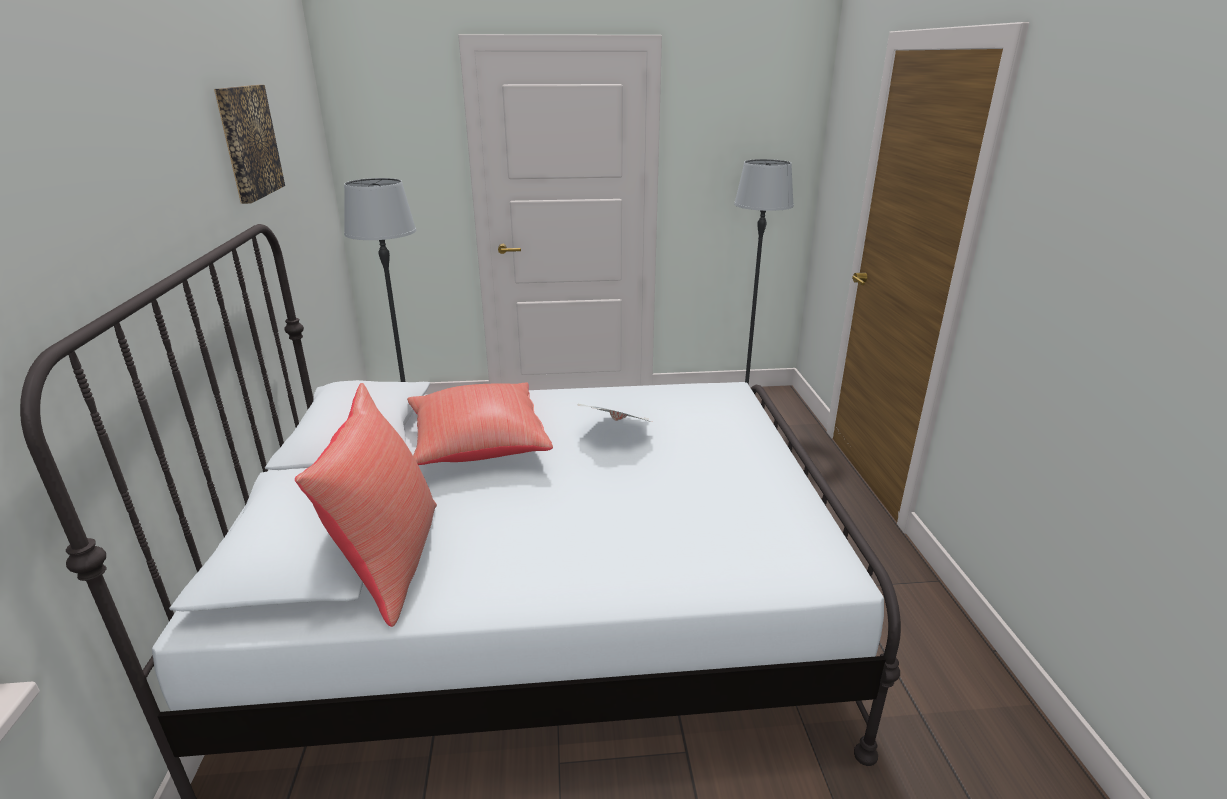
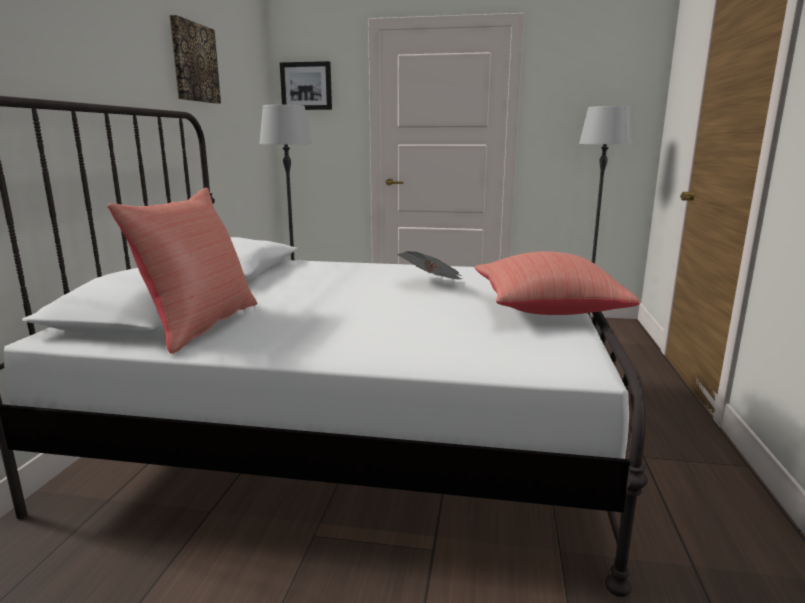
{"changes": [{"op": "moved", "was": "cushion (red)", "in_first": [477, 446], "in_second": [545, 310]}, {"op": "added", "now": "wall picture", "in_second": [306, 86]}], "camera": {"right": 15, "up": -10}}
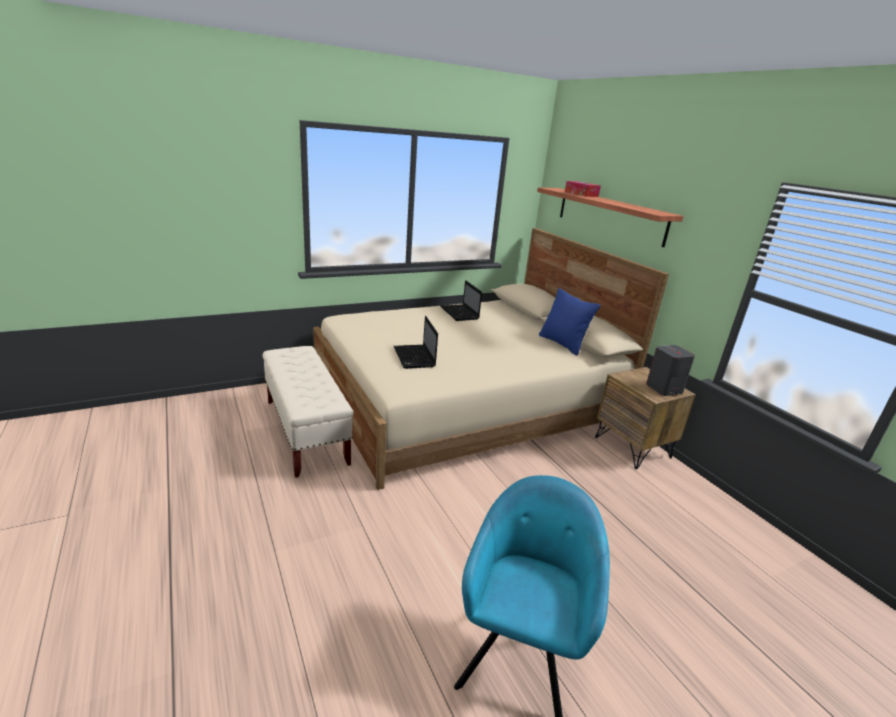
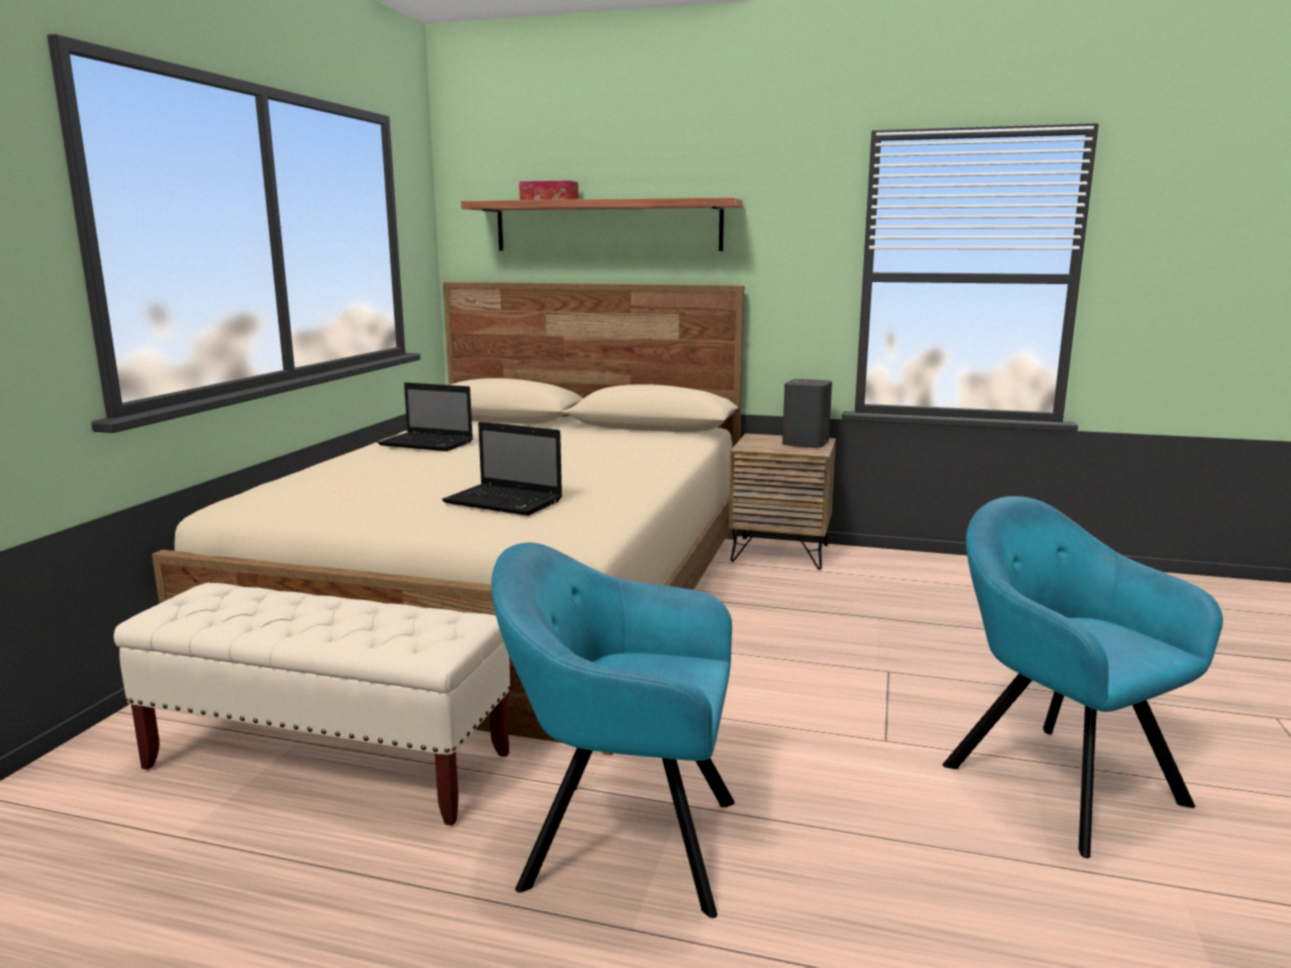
{"changes": [{"op": "removed", "was": "cushion (blue)", "in_first": [562, 344]}, {"op": "added", "now": "armchair (turquoise)", "in_second": [621, 841]}], "camera": {"right": -45, "up": -10}}
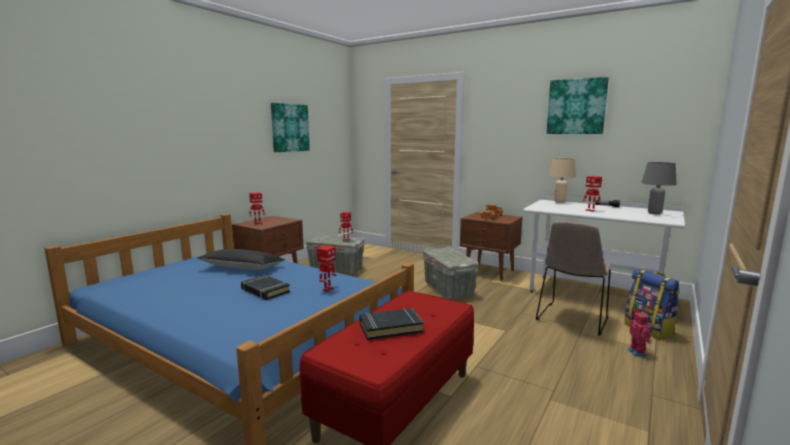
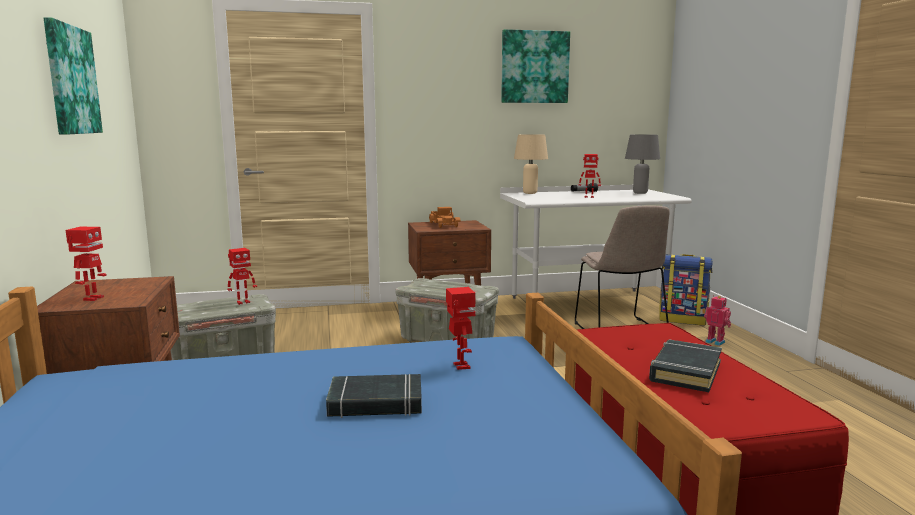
{"changes": [{"op": "removed", "was": "cushion (black-coloured)", "in_first": [242, 268]}], "camera": {"right": -45, "up": 0}}
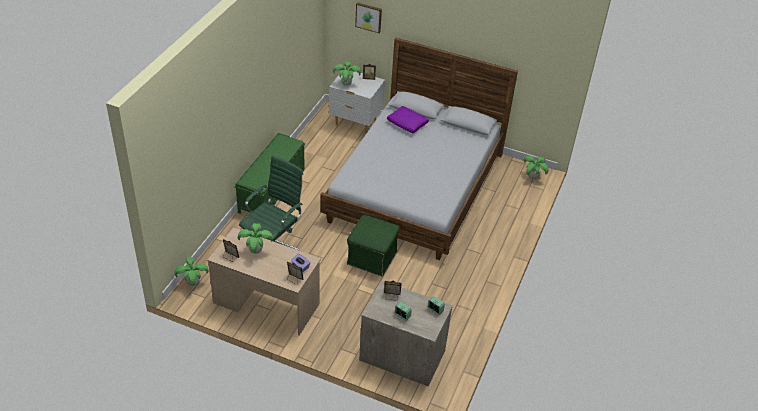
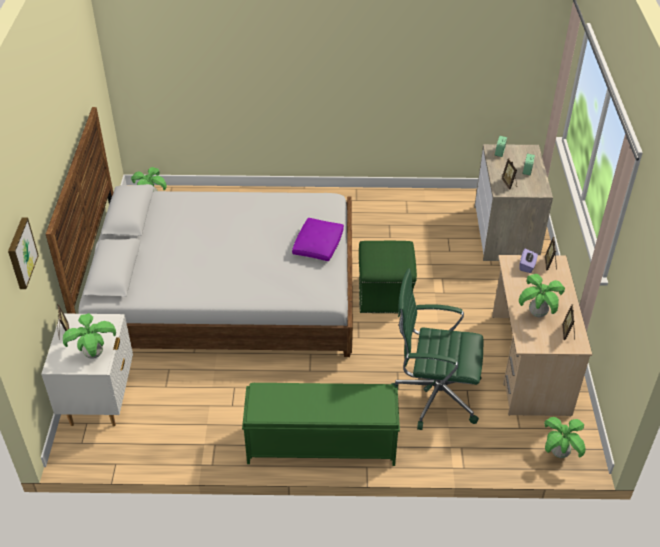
{"changes": [{"op": "moved", "was": "cushion (purplish)", "in_first": [407, 124], "in_second": [318, 245]}], "camera": {"right": -110, "up": 0}}
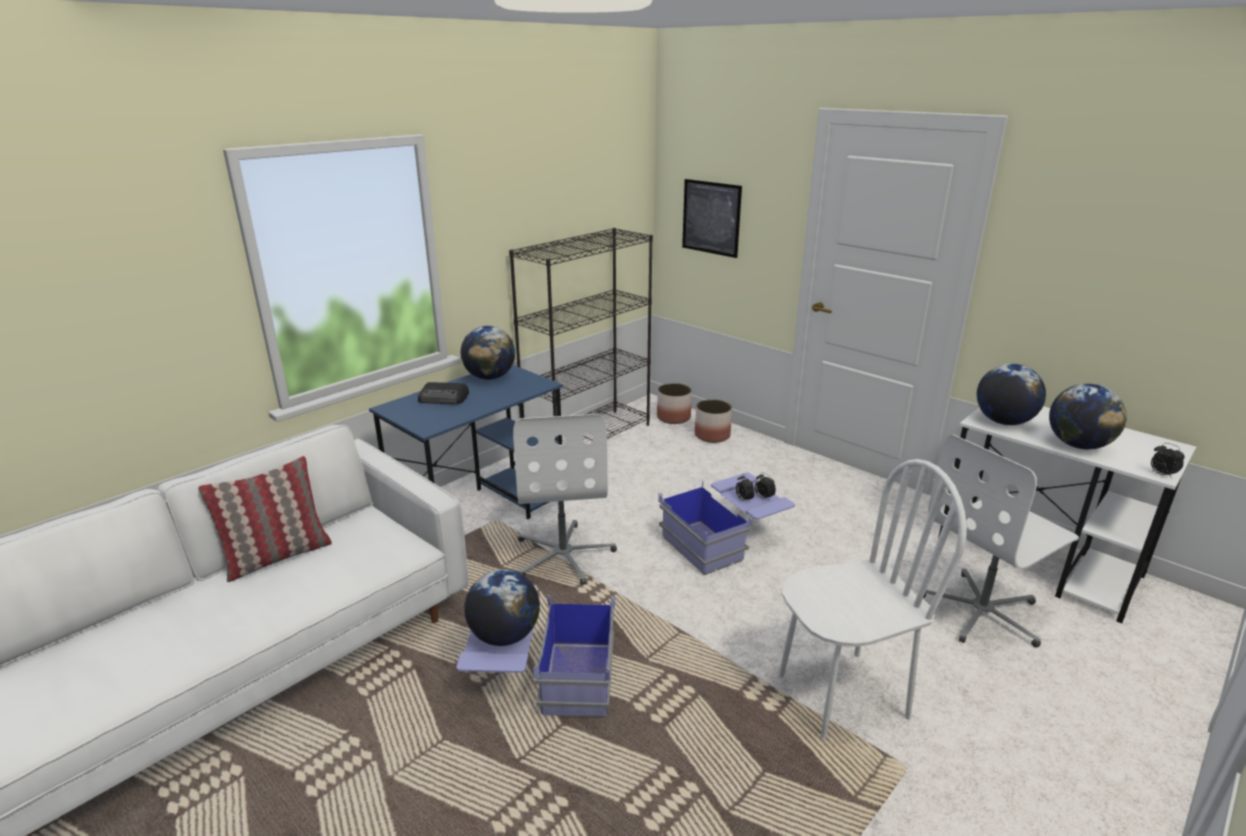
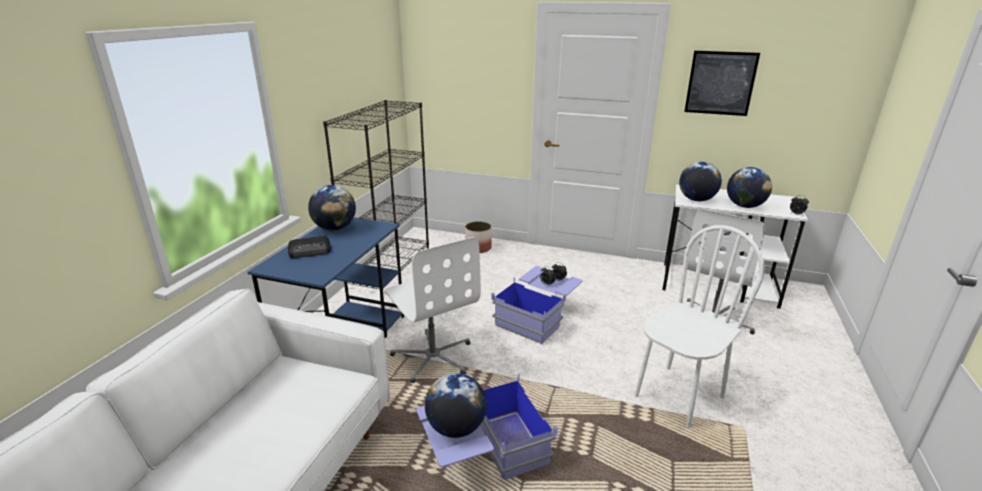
{"changes": [{"op": "moved", "was": "wall picture", "in_first": [711, 218], "in_second": [720, 83]}, {"op": "removed", "was": "planter", "in_first": [674, 417]}, {"op": "removed", "was": "cushion", "in_first": [277, 556]}], "camera": {"right": -25, "up": 0}}
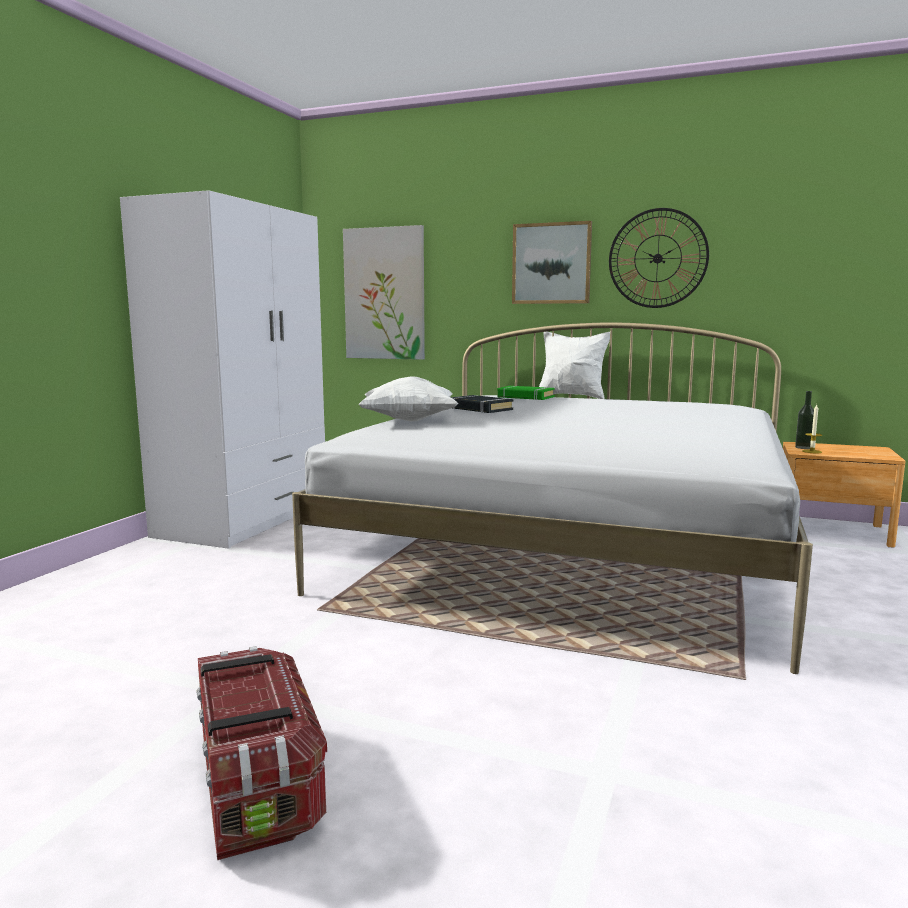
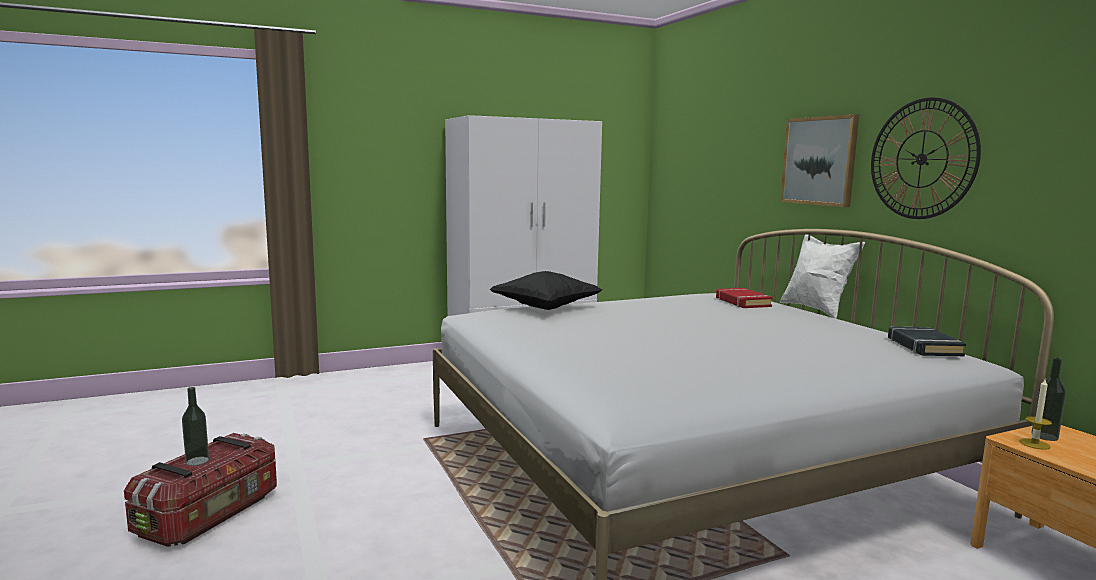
{"changes": [{"op": "removed", "was": "wall picture", "in_first": [384, 294]}, {"op": "recoloured", "was": "cushion (white-coloured)", "now": "cushion (black-coloured)", "in_first": [408, 420], "in_second": [545, 308]}, {"op": "recoloured", "was": "bound book (green)", "now": "bound book (red)", "in_first": [525, 397], "in_second": [742, 302]}, {"op": "moved", "was": "bound book (black-coloured)", "in_first": [479, 409], "in_second": [923, 347]}, {"op": "added", "now": "bottle", "in_second": [197, 461]}], "camera": {"right": 45, "up": 0}}
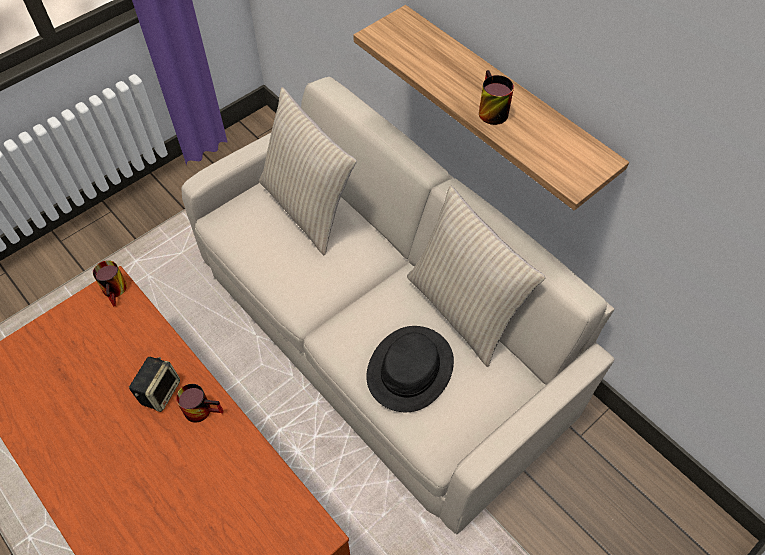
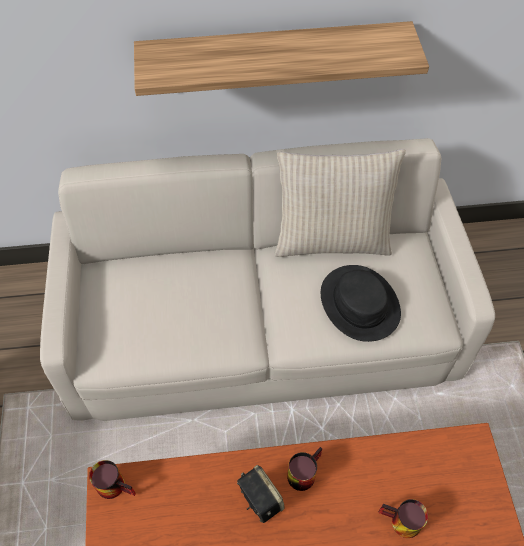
{"changes": [{"op": "moved", "was": "tea mug", "in_first": [488, 110], "in_second": [400, 523]}, {"op": "removed", "was": "cushion (sand-coloured)", "in_first": [308, 208]}], "camera": {"right": -55, "up": 0}}
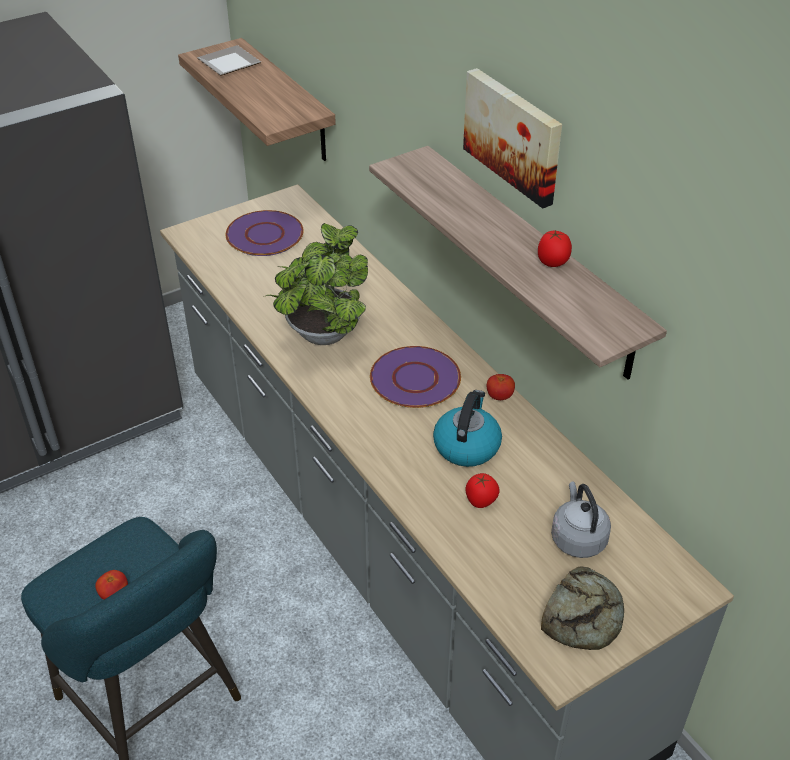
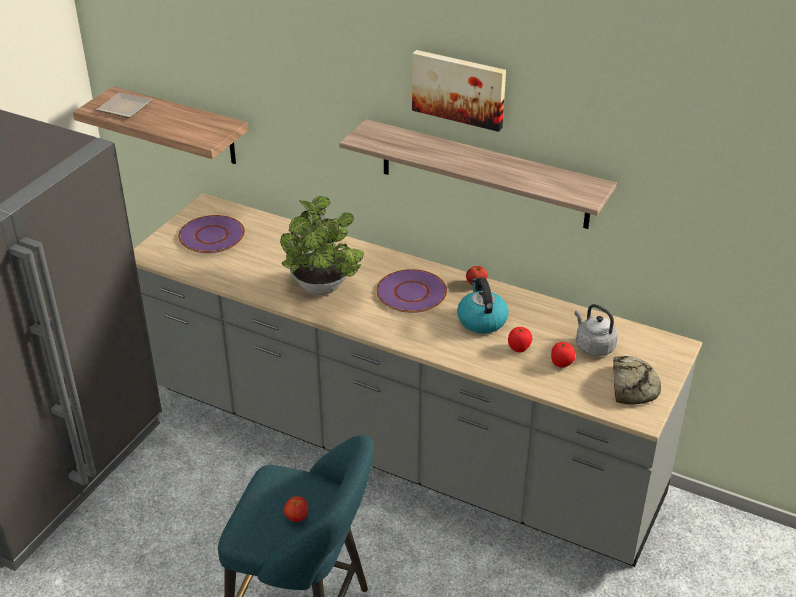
{"changes": [{"op": "moved", "was": "whole tomato", "in_first": [553, 263], "in_second": [561, 364]}], "camera": {"right": -30, "up": -5}}
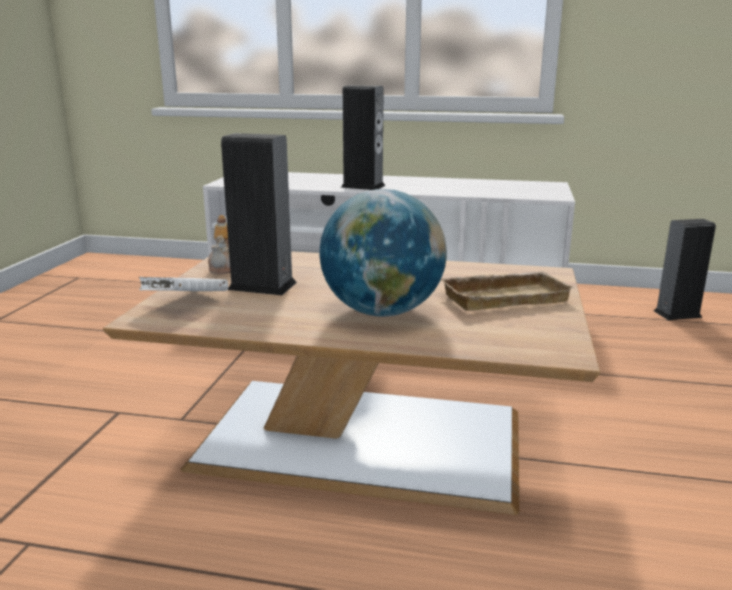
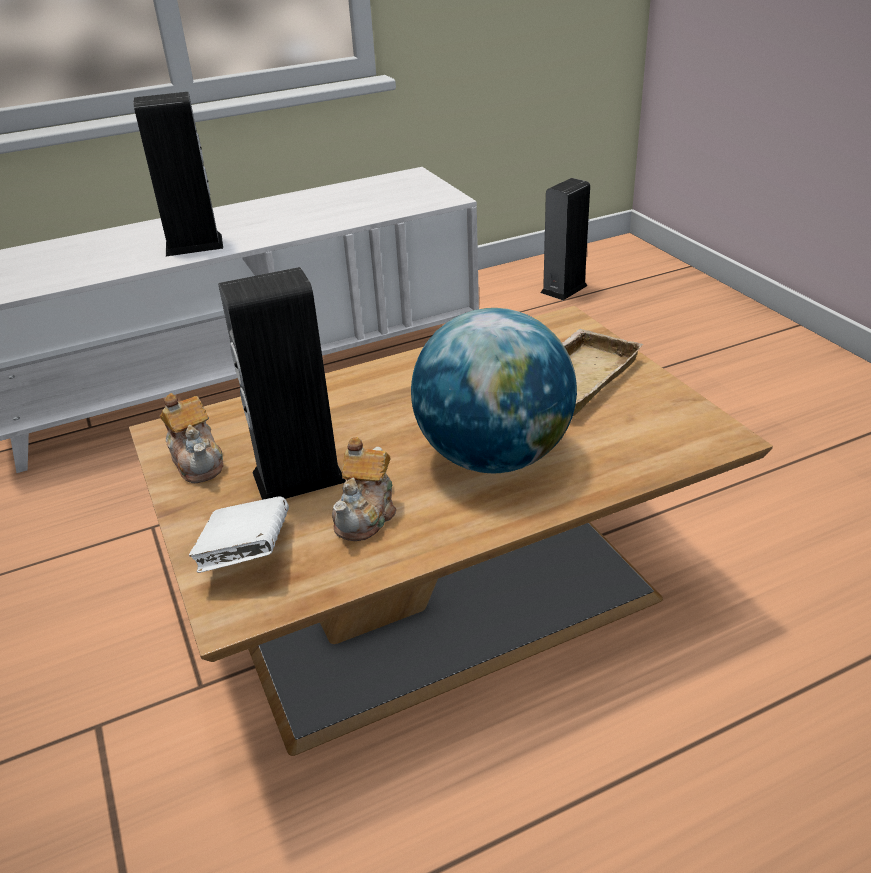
{"changes": [{"op": "added", "now": "tea pot", "in_second": [367, 515]}], "camera": {"right": -35, "up": 15}}
